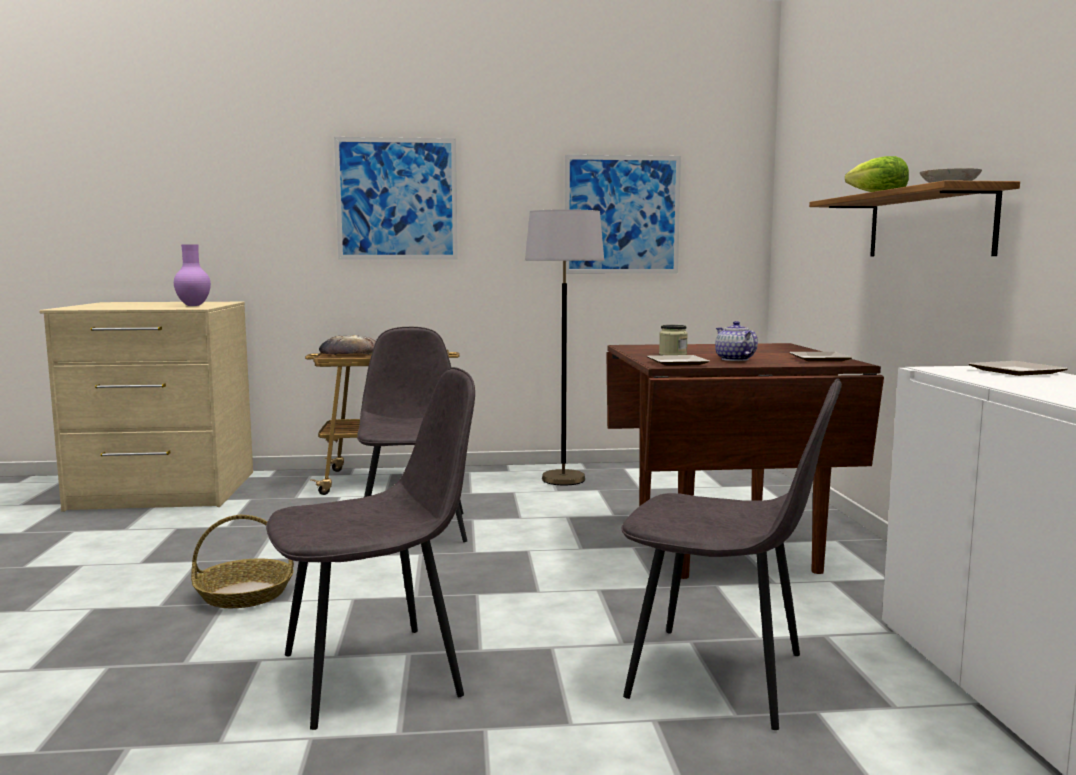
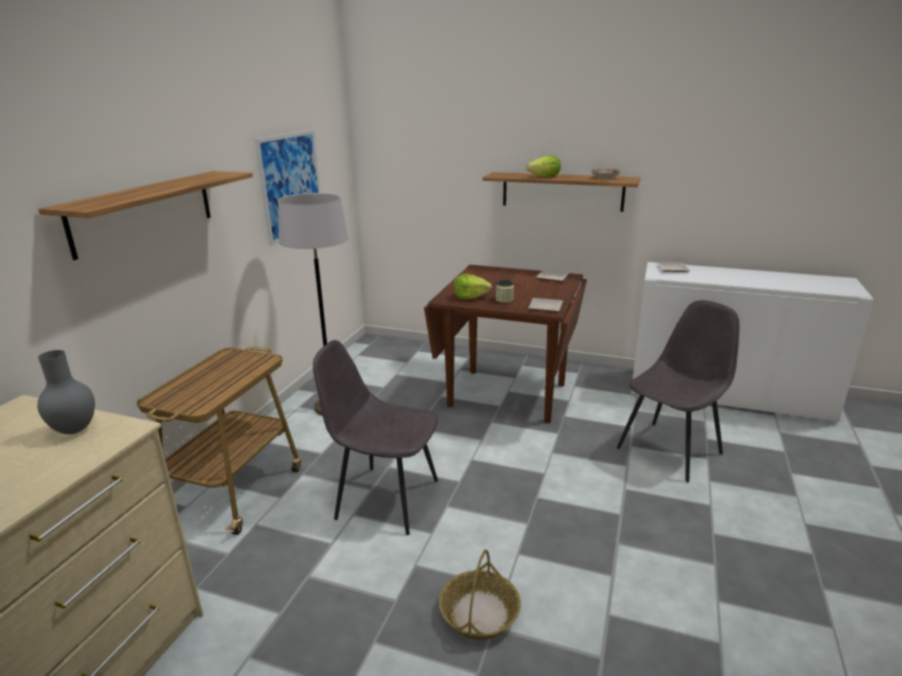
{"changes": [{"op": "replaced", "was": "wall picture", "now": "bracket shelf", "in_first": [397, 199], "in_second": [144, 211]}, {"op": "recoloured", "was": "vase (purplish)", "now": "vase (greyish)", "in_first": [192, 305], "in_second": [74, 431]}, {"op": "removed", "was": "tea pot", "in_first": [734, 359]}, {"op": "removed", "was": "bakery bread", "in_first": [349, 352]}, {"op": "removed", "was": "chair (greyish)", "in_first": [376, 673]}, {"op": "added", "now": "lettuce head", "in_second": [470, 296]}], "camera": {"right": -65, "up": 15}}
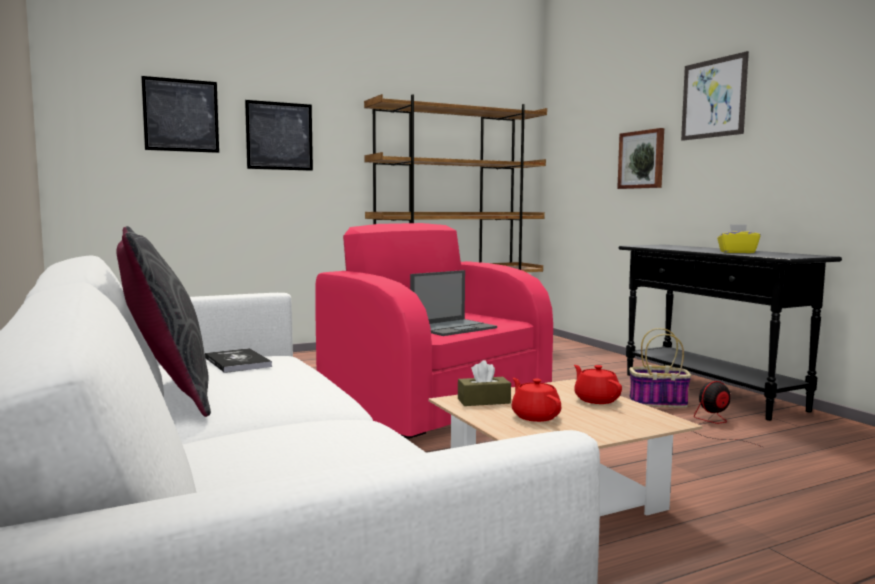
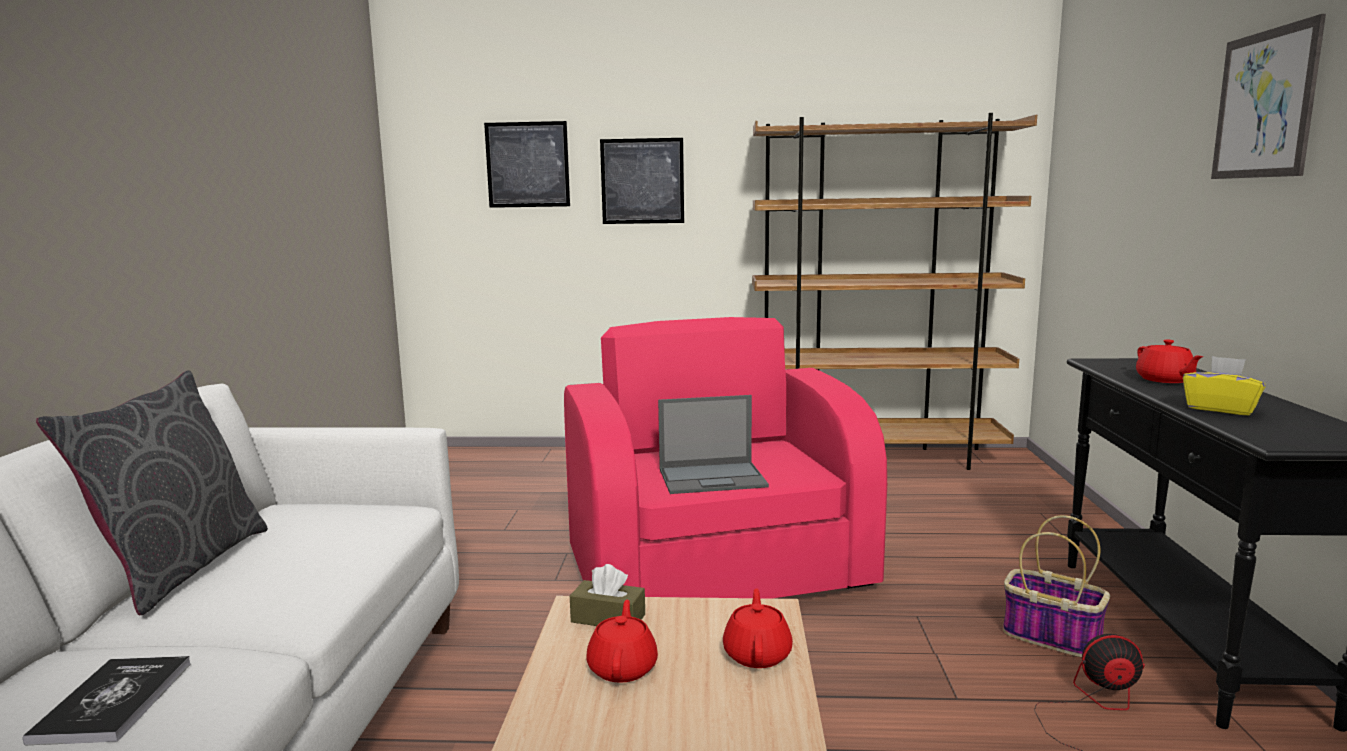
{"changes": [{"op": "removed", "was": "wall picture", "in_first": [642, 159]}, {"op": "moved", "was": "bound book", "in_first": [237, 362], "in_second": [113, 701]}, {"op": "added", "now": "tea pot (red)", "in_second": [1165, 380]}], "camera": {"right": 30, "up": 5}}
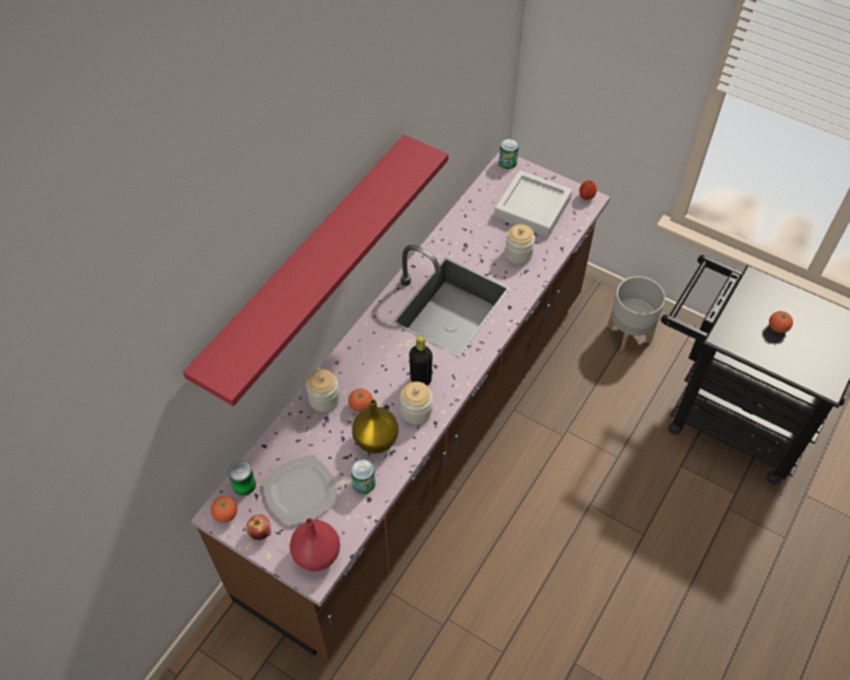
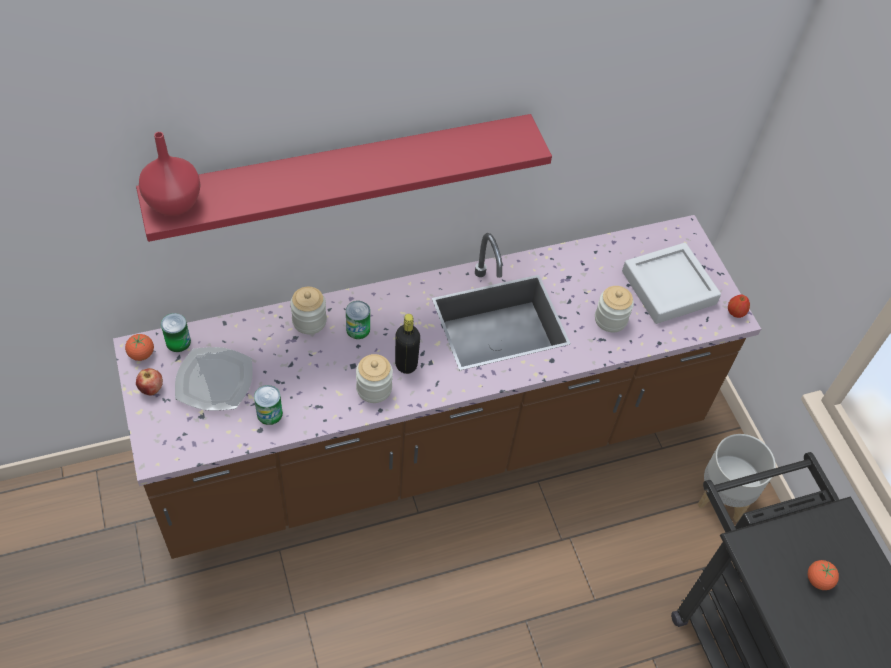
{"changes": [{"op": "moved", "was": "sealed can", "in_first": [507, 162], "in_second": [358, 329]}, {"op": "removed", "was": "whole tomato", "in_first": [361, 406]}, {"op": "removed", "was": "vase (yellow)", "in_first": [375, 440]}, {"op": "moved", "was": "vase (red)", "in_first": [318, 555], "in_second": [174, 204]}], "camera": {"right": 35, "up": 0}}
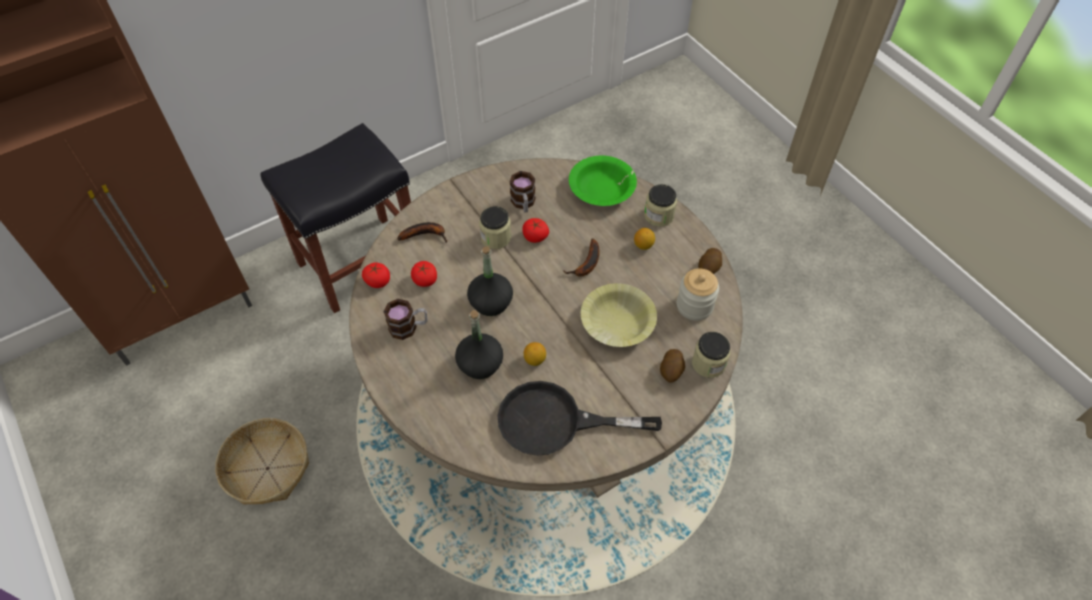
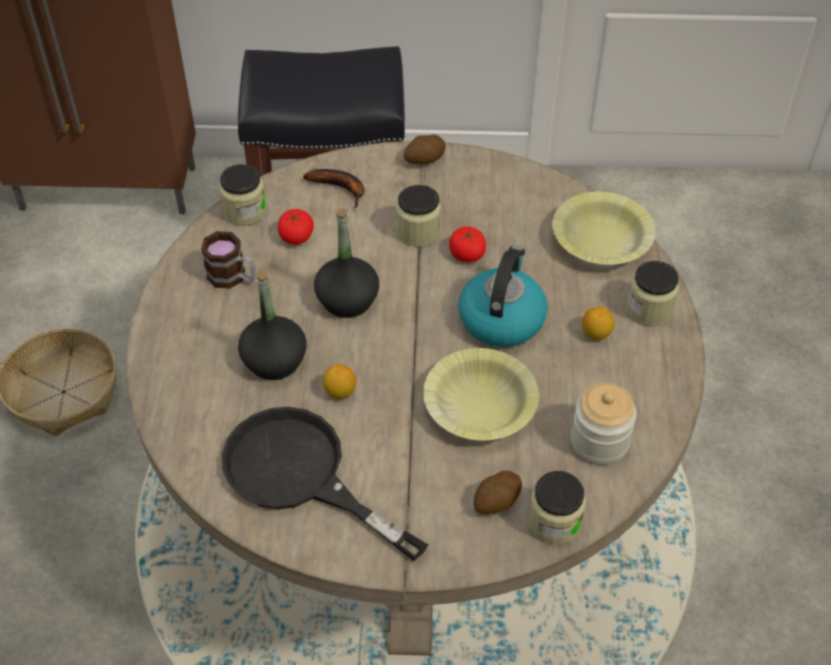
{"changes": [{"op": "recoloured", "was": "bowl (green)", "now": "bowl (yellow)", "in_first": [602, 189], "in_second": [601, 241]}, {"op": "removed", "was": "tea mug", "in_first": [523, 204]}, {"op": "replaced", "was": "banana fruit", "now": "water kettle", "in_first": [586, 264], "in_second": [501, 318]}, {"op": "moved", "was": "spud", "in_first": [709, 268], "in_second": [424, 160]}, {"op": "replaced", "was": "whole tomato", "now": "jar", "in_first": [378, 281], "in_second": [245, 211]}], "camera": {"right": 35, "up": -5}}
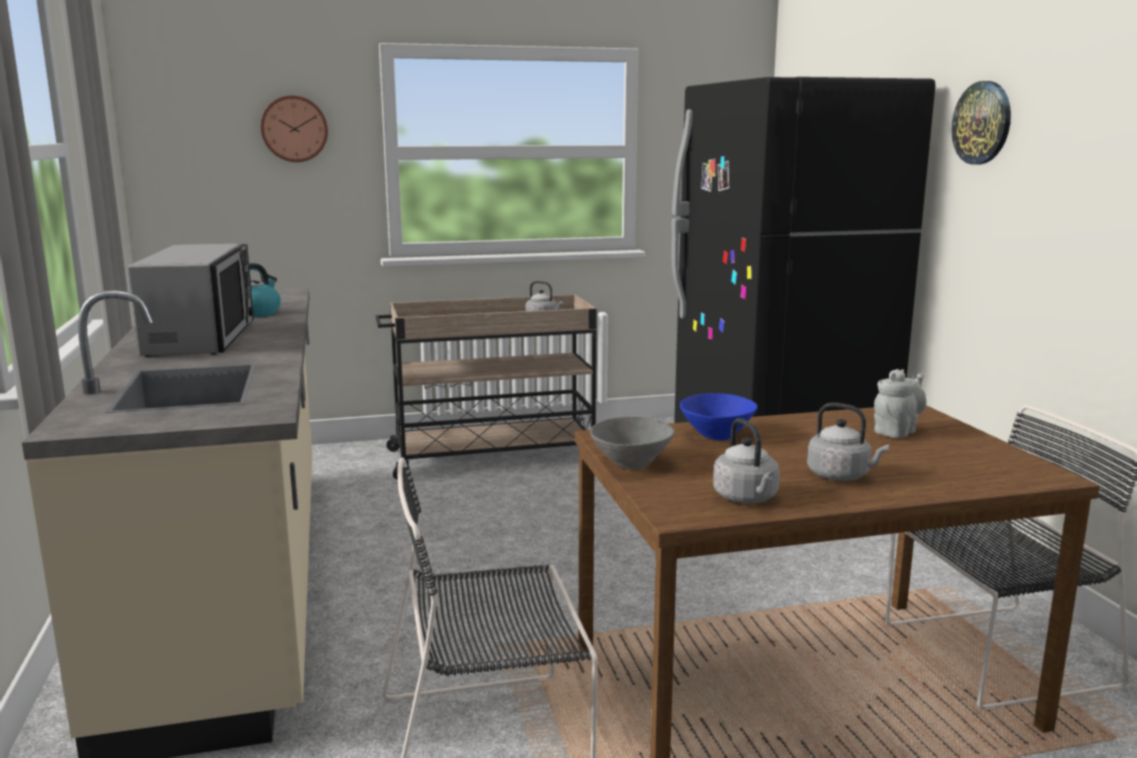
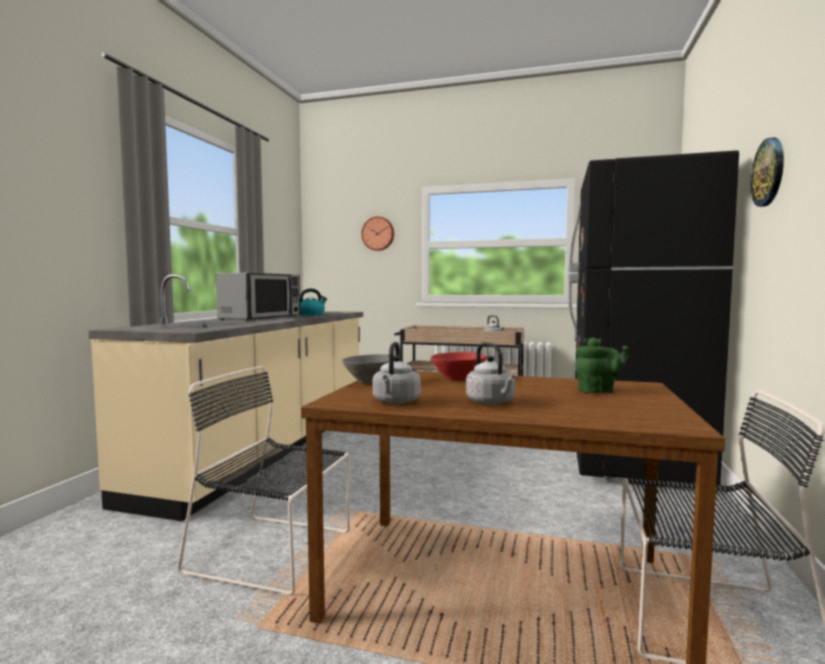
{"changes": [{"op": "recoloured", "was": "tea pot (greyish)", "now": "tea pot (green)", "in_first": [897, 431], "in_second": [598, 391]}, {"op": "recoloured", "was": "bowl (blue)", "now": "bowl (red)", "in_first": [716, 435], "in_second": [457, 379]}], "camera": {"right": 30, "up": -10}}
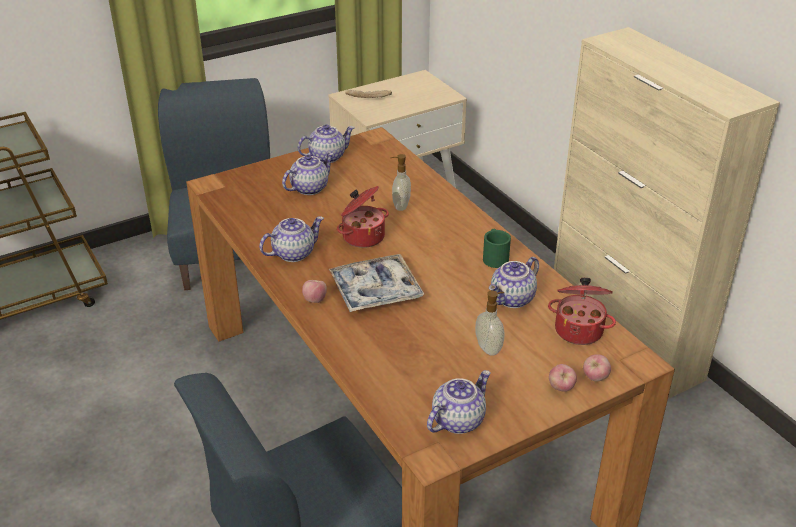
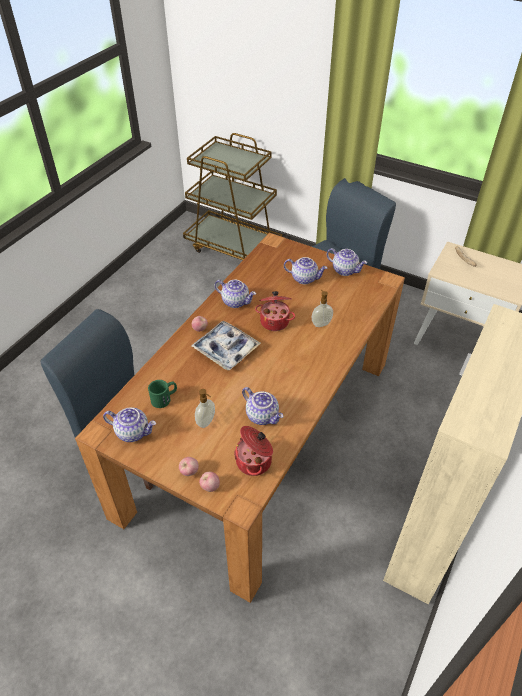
{"changes": [{"op": "moved", "was": "tea mug (green)", "in_first": [494, 256], "in_second": [164, 398]}, {"op": "turned", "was": "tea pot", "in_first": [513, 299], "in_second": [263, 415], "clockwise": -150}], "camera": {"right": 60, "up": 10}}
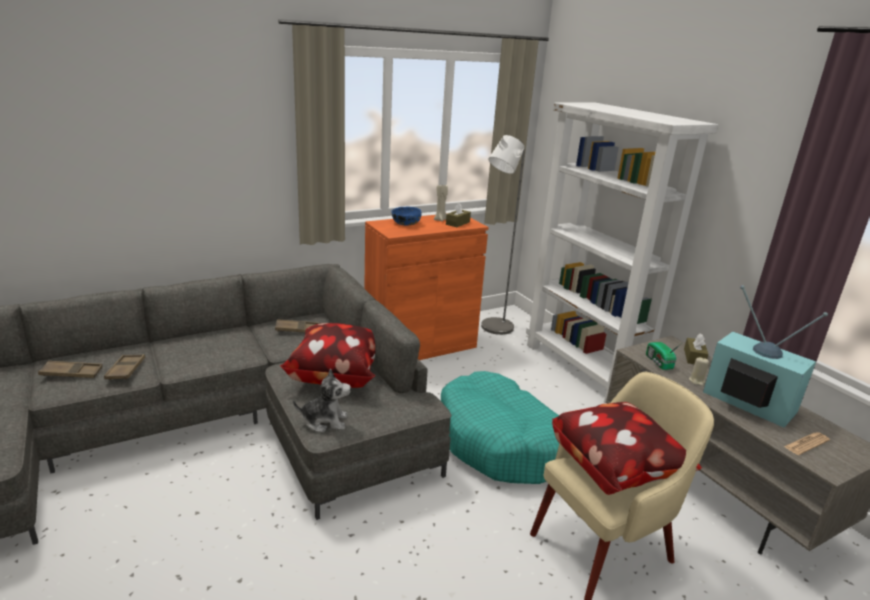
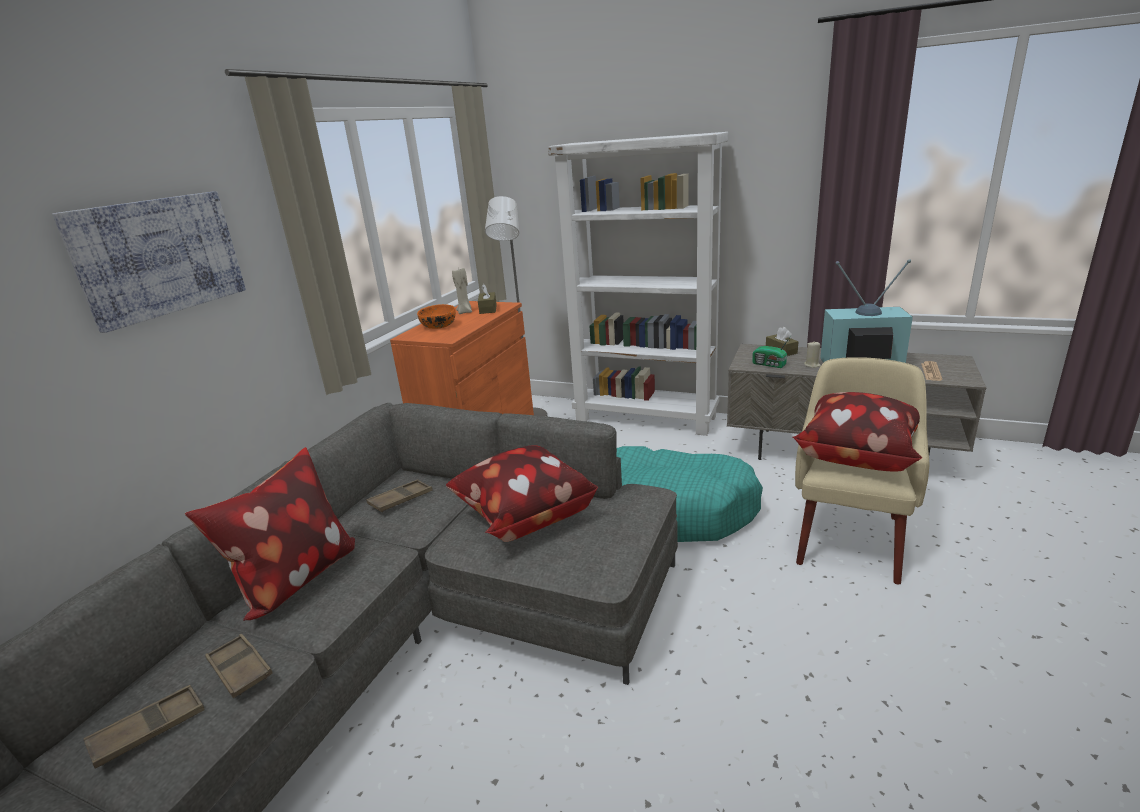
{"changes": [{"op": "recoloured", "was": "bowl (blue)", "now": "bowl (orangey)", "in_first": [405, 223], "in_second": [438, 326]}, {"op": "removed", "was": "soft toy", "in_first": [325, 421]}, {"op": "added", "now": "wall picture", "in_second": [159, 257]}, {"op": "added", "now": "cushion", "in_second": [294, 579]}], "camera": {"right": -35, "up": 0}}
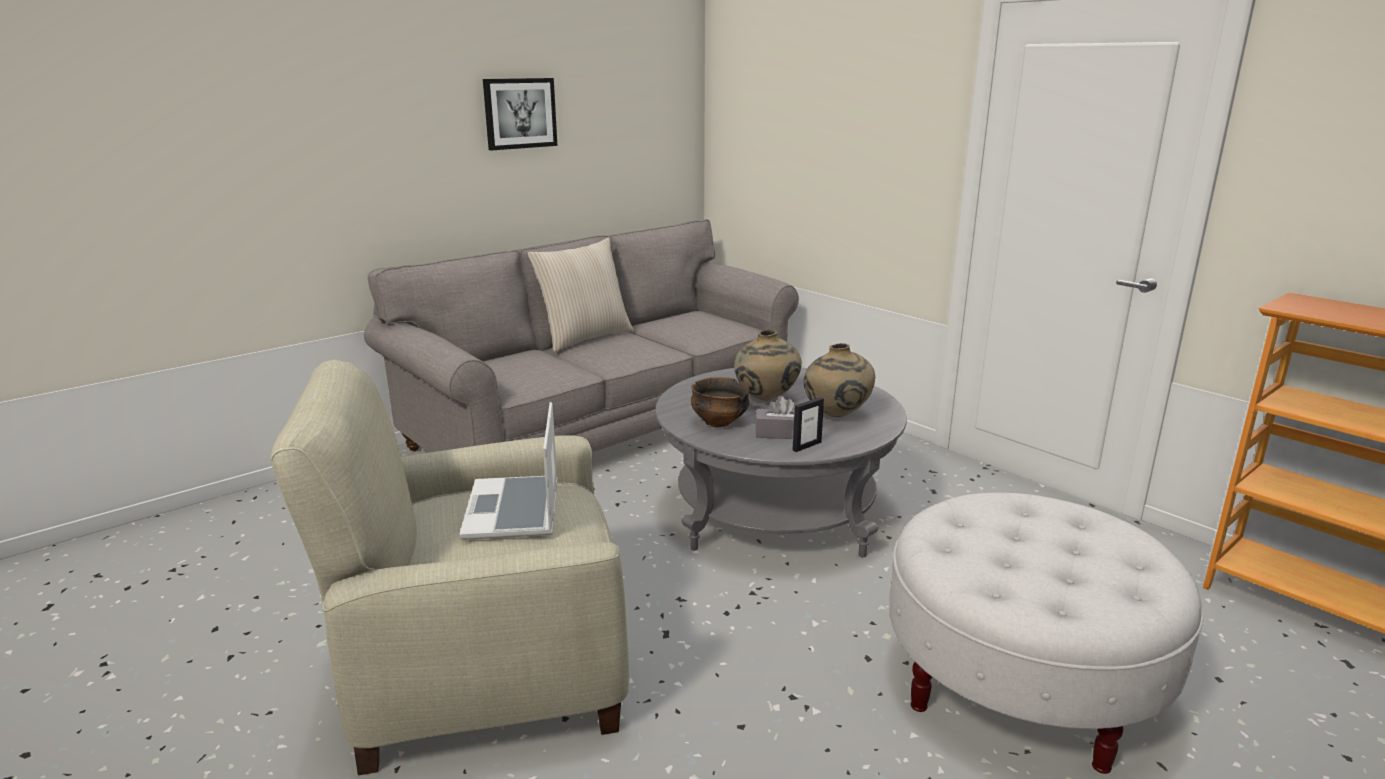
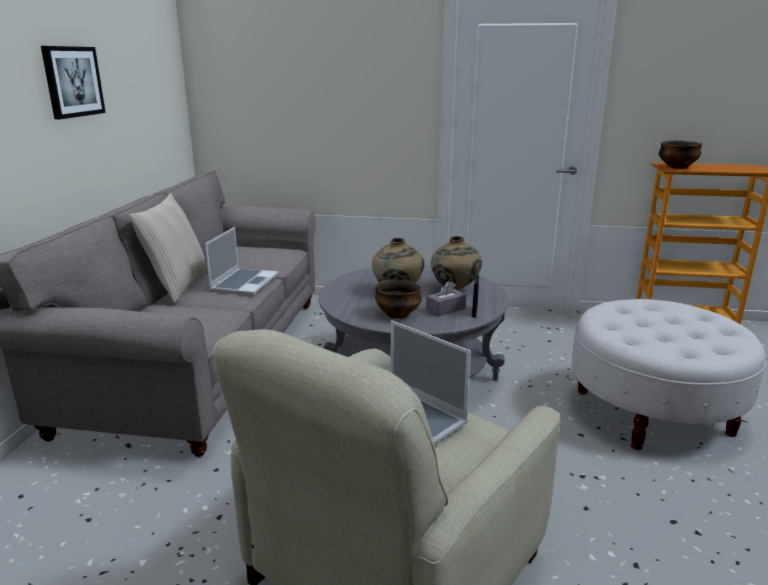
{"changes": [{"op": "added", "now": "bowl", "in_second": [677, 167]}, {"op": "added", "now": "laptop", "in_second": [244, 283]}], "camera": {"right": -40, "up": 0}}
